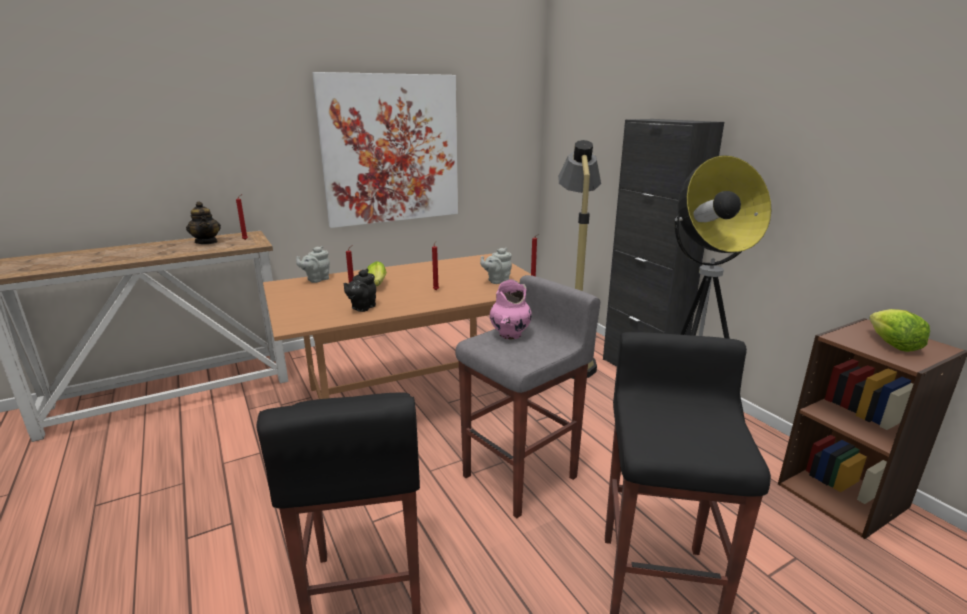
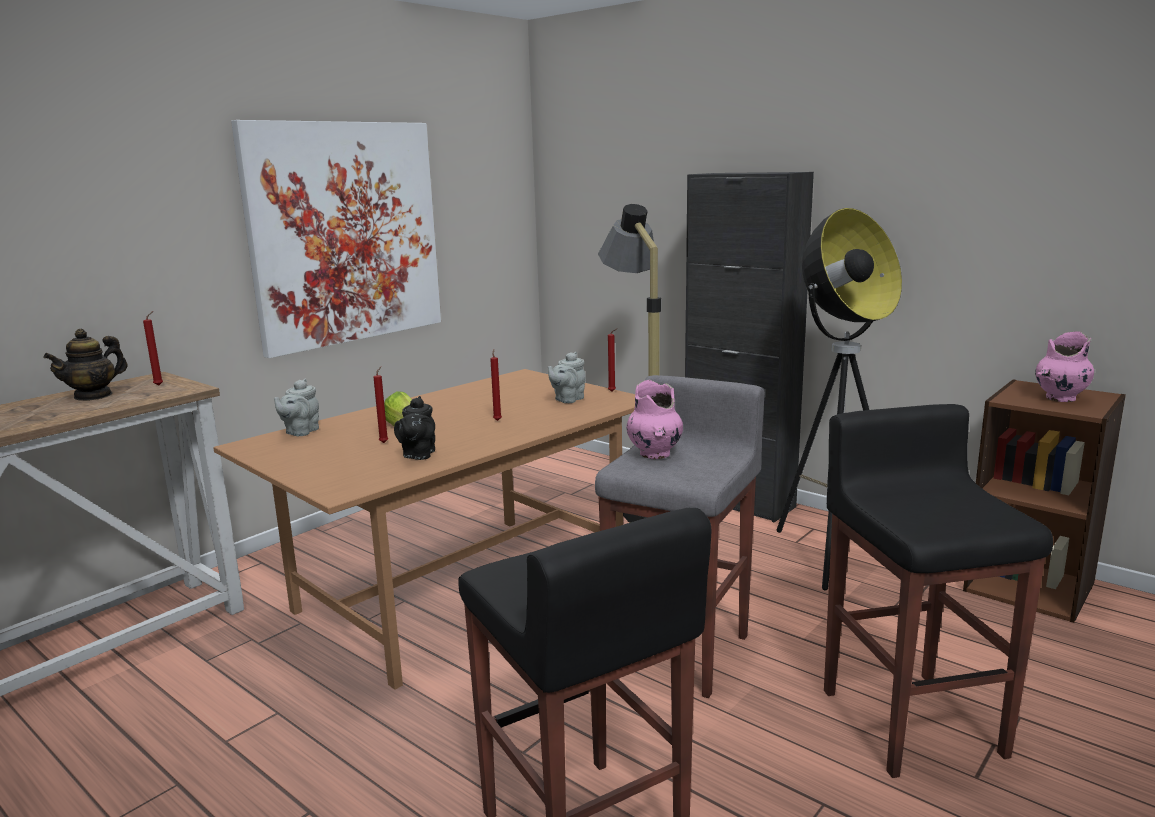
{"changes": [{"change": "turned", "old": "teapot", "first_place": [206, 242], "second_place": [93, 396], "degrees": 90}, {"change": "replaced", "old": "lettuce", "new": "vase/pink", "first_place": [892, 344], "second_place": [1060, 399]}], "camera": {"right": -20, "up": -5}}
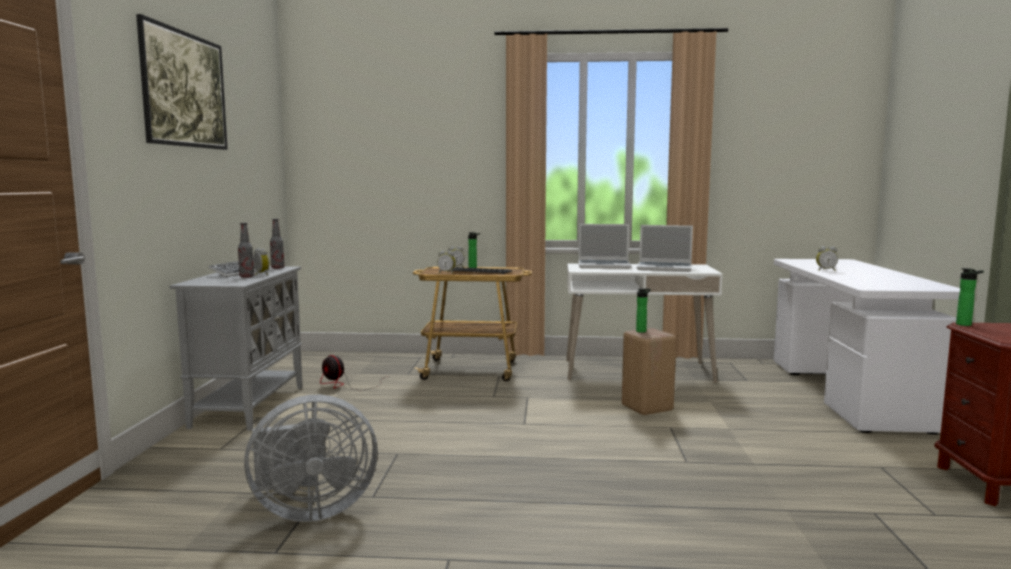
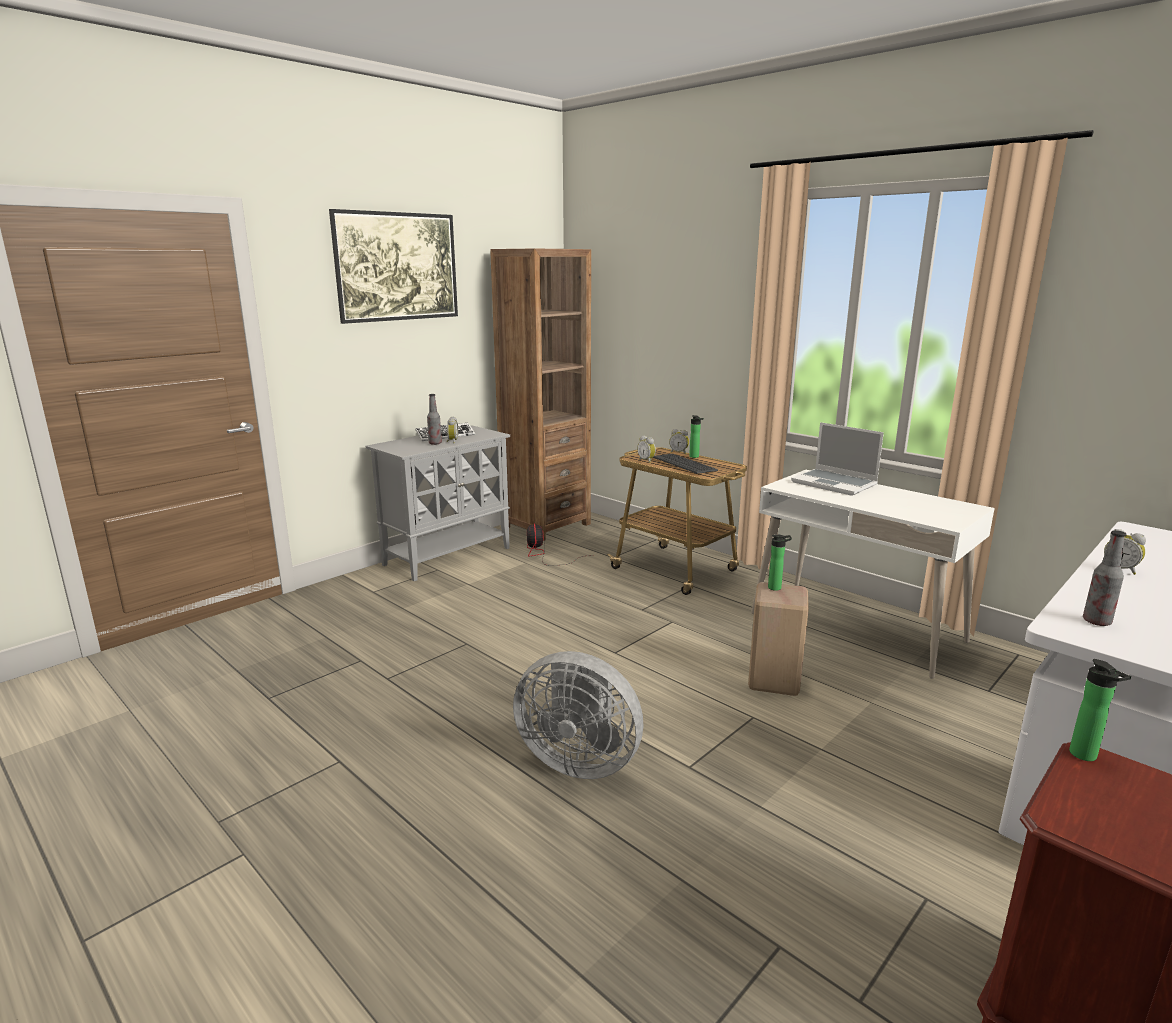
{"changes": [{"change": "moved", "old": "fan/grey", "first_place": [309, 511], "second_place": [579, 760]}, {"change": "moved", "old": "bottle", "first_place": [277, 268], "second_place": [1096, 622]}, {"change": "removed", "old": "laptop", "first_place": [665, 268]}, {"change": "added", "new": "bookcase/brown", "second_place": [546, 525]}], "camera": {"right": 40, "up": 10}}
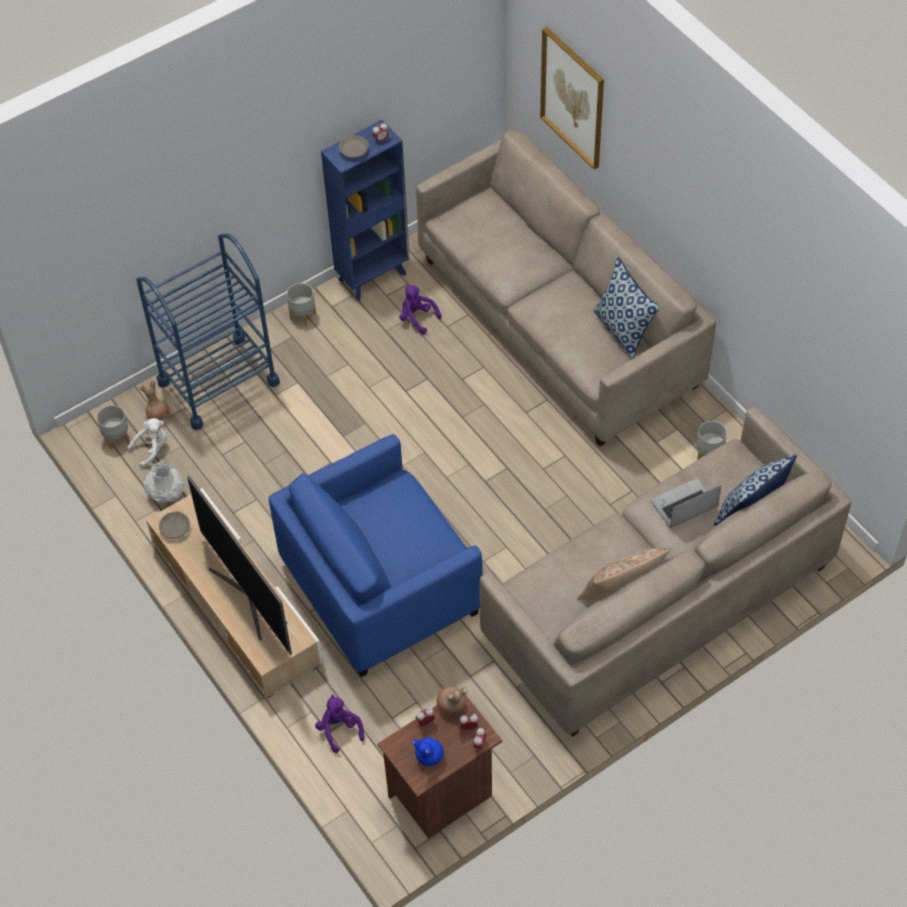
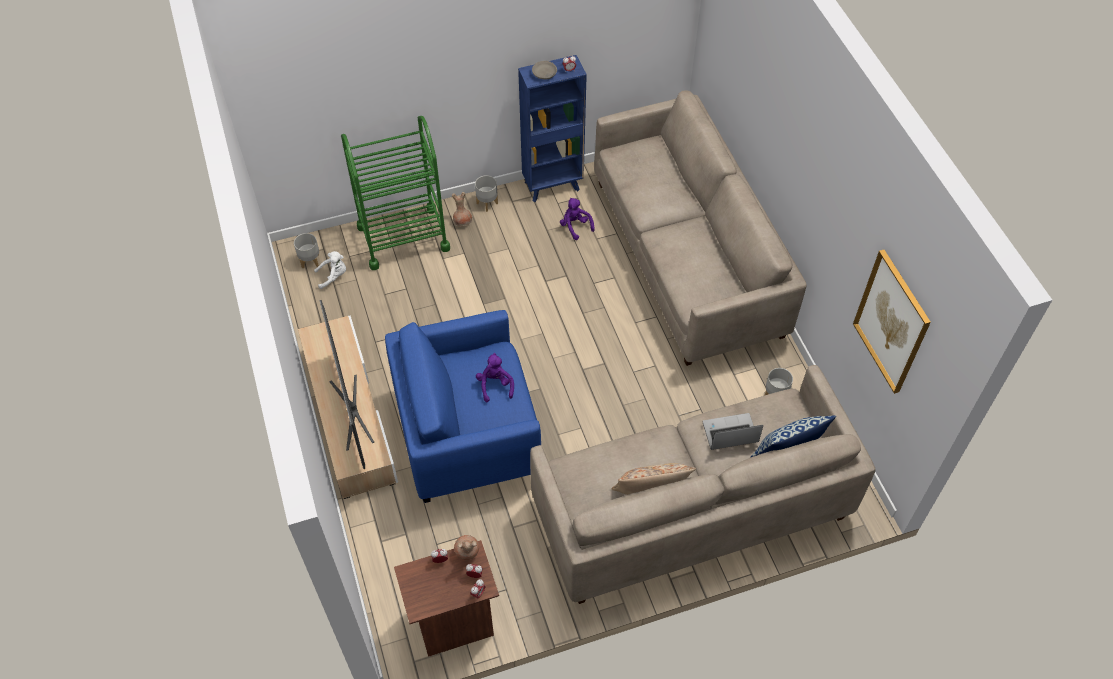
{"changes": [{"change": "recoloured", "old": "cart/blue", "new": "cart/green", "first_place": [218, 382], "second_place": [403, 238]}, {"change": "moved", "old": "vase/brown", "first_place": [159, 415], "second_place": [463, 222]}, {"change": "removed", "old": "vase/white", "first_place": [166, 494]}, {"change": "removed", "old": "bowl/grey", "first_place": [175, 528]}, {"change": "moved", "old": "plush toy/purple", "first_place": [339, 730], "second_place": [495, 385]}, {"change": "removed", "old": "vase/blue", "first_place": [428, 757]}, {"change": "moved", "old": "picture", "first_place": [573, 98], "second_place": [891, 322]}, {"change": "removed", "old": "pillow", "first_place": [623, 331]}], "camera": {"right": 15, "up": 0}}
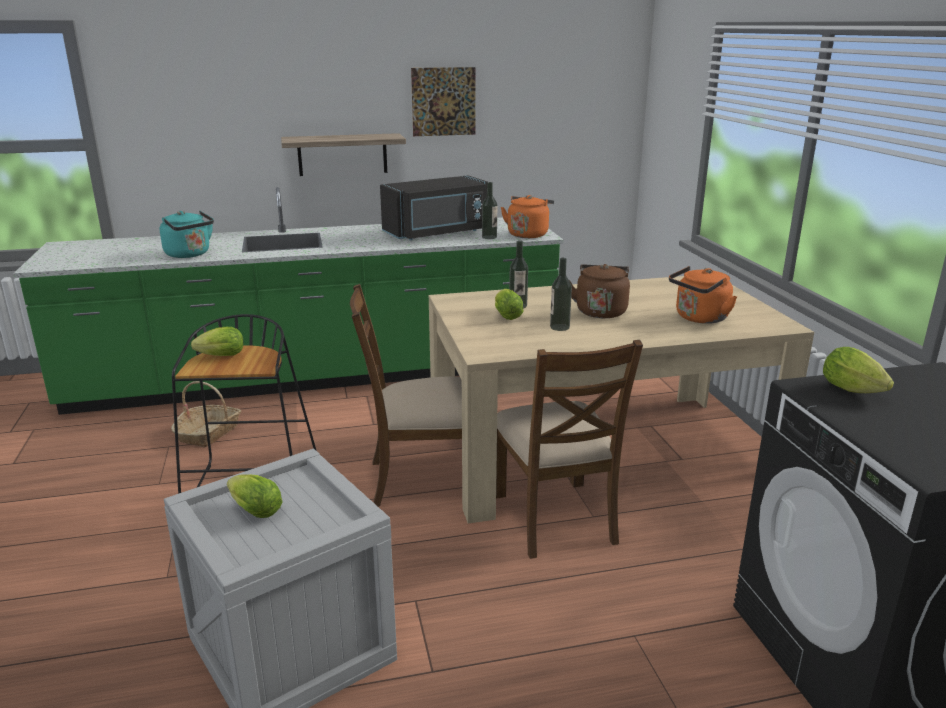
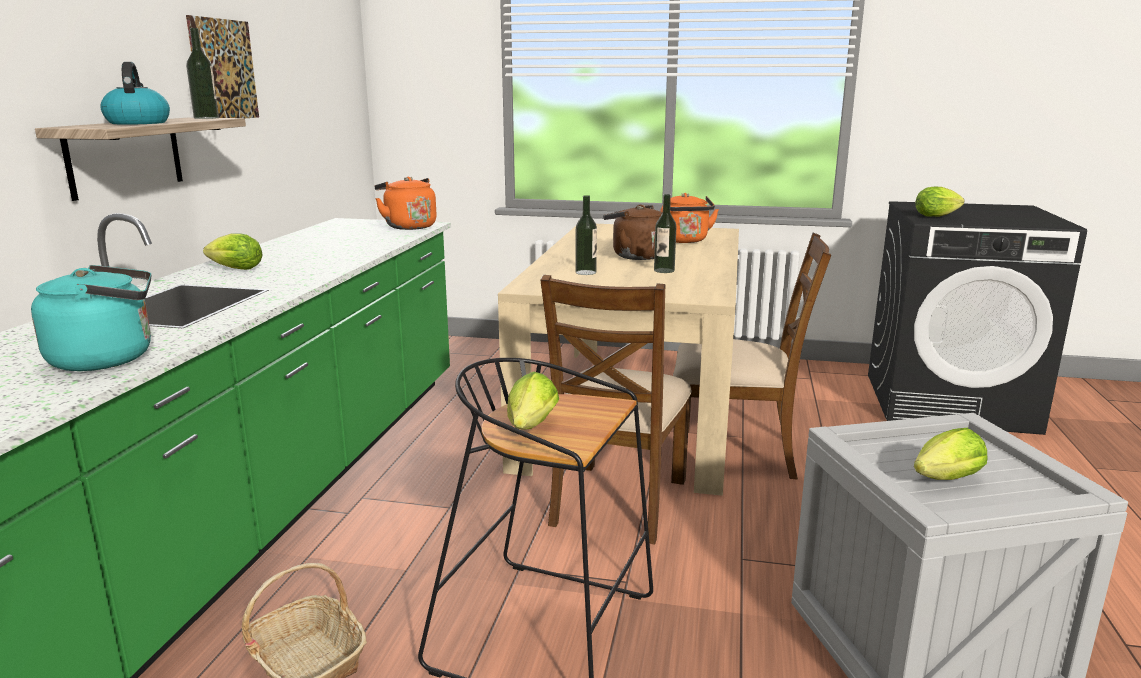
{"changes": [{"change": "removed", "old": "microwave/black", "first_place": [437, 233]}, {"change": "moved", "old": "bottle", "first_place": [489, 237], "second_place": [206, 118]}, {"change": "moved", "old": "lettuce", "first_place": [506, 315], "second_place": [233, 269]}, {"change": "added", "new": "kettle", "second_place": [138, 123]}], "camera": {"right": -65, "up": -5}}
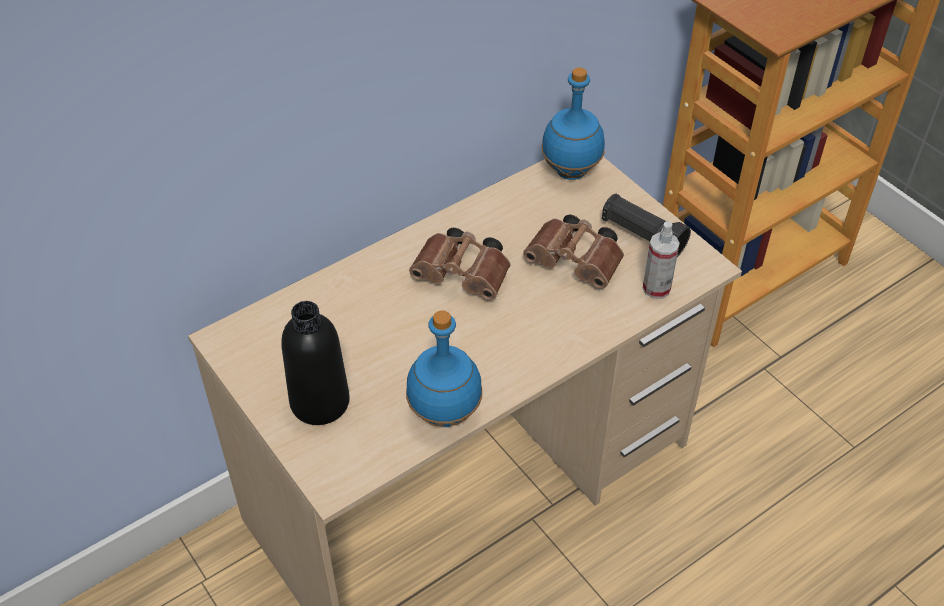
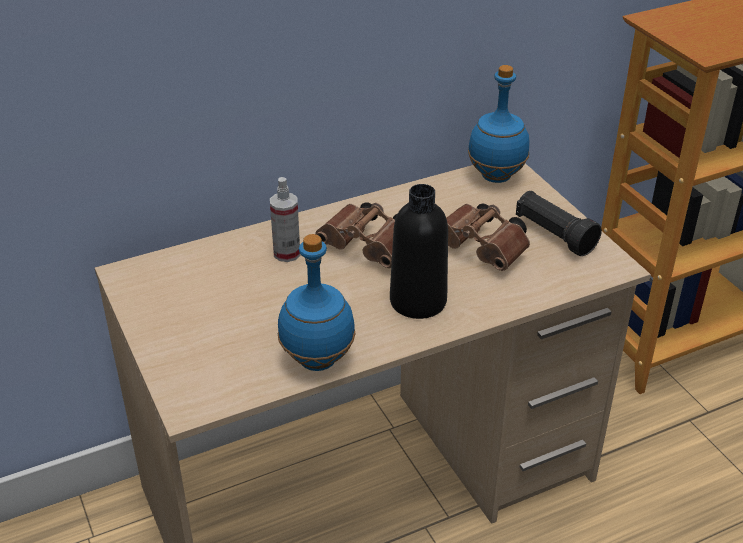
{"changes": [{"change": "moved", "old": "bottle/black", "first_place": [320, 402], "second_place": [418, 301]}, {"change": "moved", "old": "spray bottle", "first_place": [656, 288], "second_place": [287, 253]}], "camera": {"right": 10, "up": -10}}
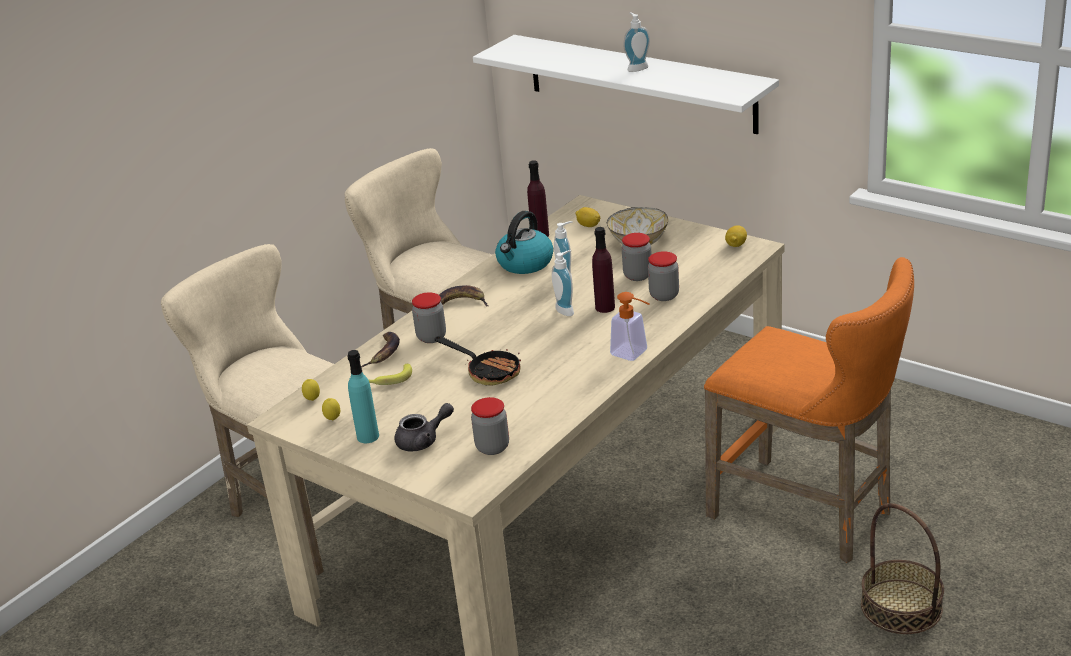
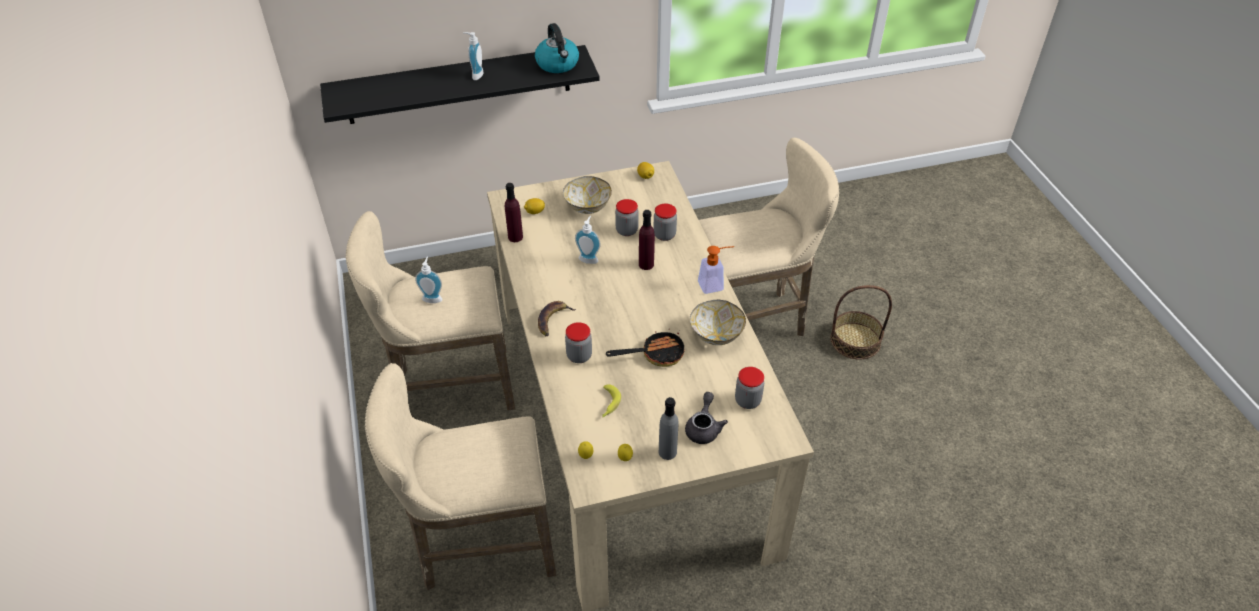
{"changes": [{"change": "recoloured", "old": "bottle/turquoise", "new": "bottle/grey", "first_place": [368, 436], "second_place": [667, 452]}, {"change": "removed", "old": "banana", "first_place": [384, 353]}, {"change": "recoloured", "old": "shelf/white", "new": "shelf/black", "first_place": [640, 83], "second_place": [459, 85]}, {"change": "moved", "old": "kettle", "first_place": [525, 264], "second_place": [558, 64]}, {"change": "moved", "old": "soap dispenser", "first_place": [567, 309], "second_place": [432, 298]}, {"change": "recoloured", "old": "stool/orange", "new": "stool/beige", "first_place": [809, 515], "second_place": [751, 321]}, {"change": "added", "new": "bowl", "second_place": [715, 335]}], "camera": {"right": -55, "up": 15}}
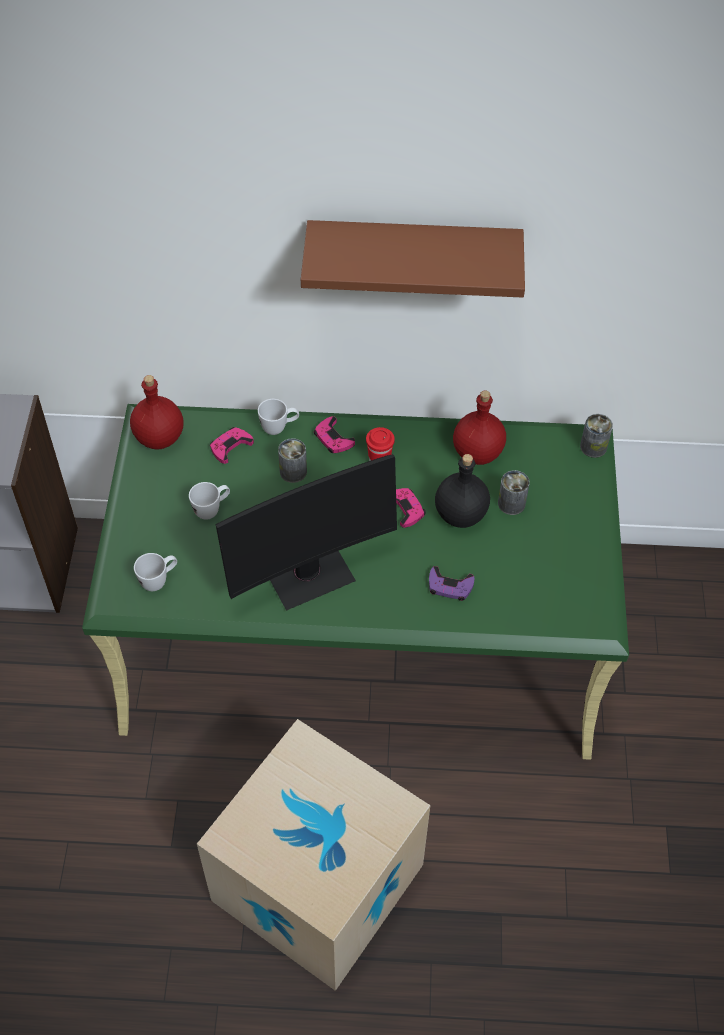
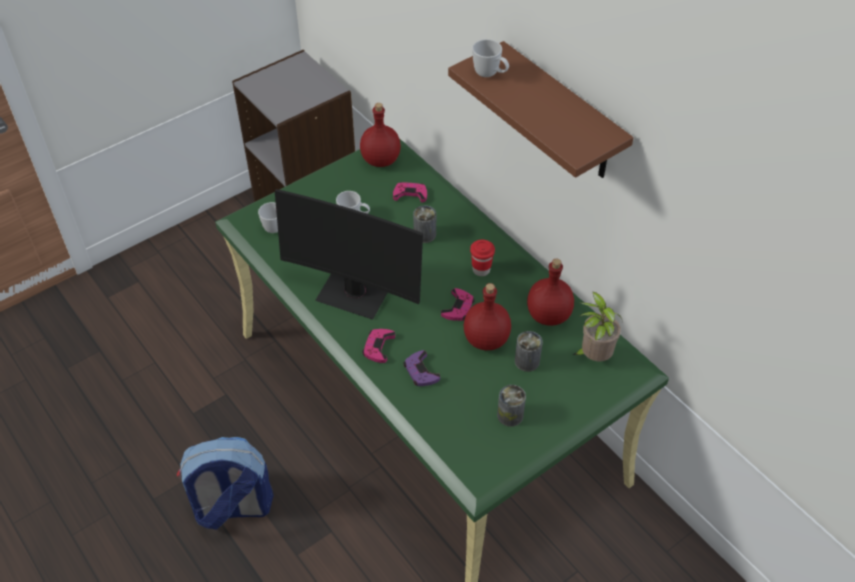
{"changes": [{"change": "replaced", "old": "cardboard box", "new": "backpack", "first_place": [318, 882], "second_place": [232, 507]}, {"change": "moved", "old": "mug/white", "first_place": [279, 427], "second_place": [490, 75]}, {"change": "moved", "old": "game controller/pink", "first_place": [333, 438], "second_place": [378, 347]}, {"change": "recoloured", "old": "bottle/black", "new": "bottle/red", "first_place": [461, 515], "second_place": [486, 340]}, {"change": "moved", "old": "can", "first_place": [593, 447], "second_place": [510, 415]}, {"change": "added", "new": "potted plant", "second_place": [593, 356]}], "camera": {"right": 50, "up": -5}}
